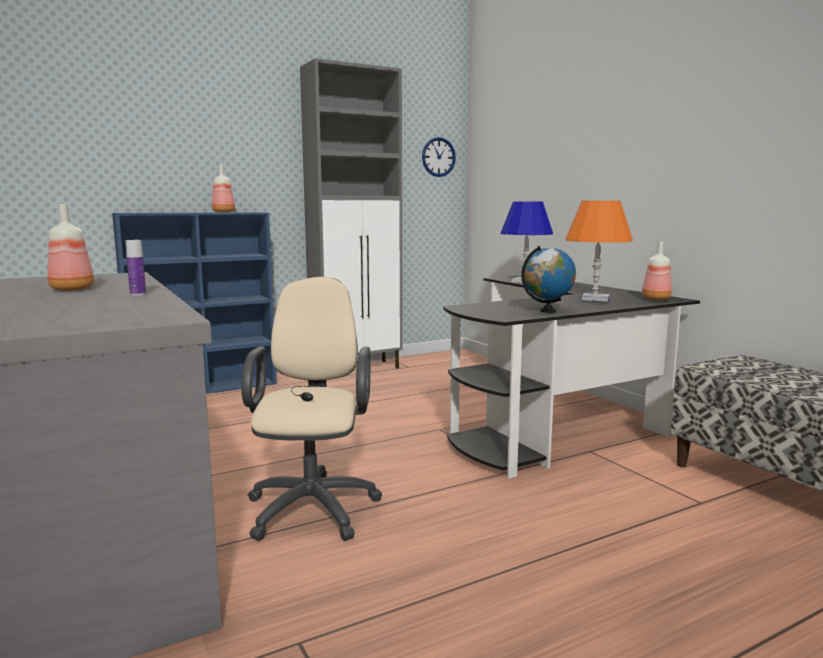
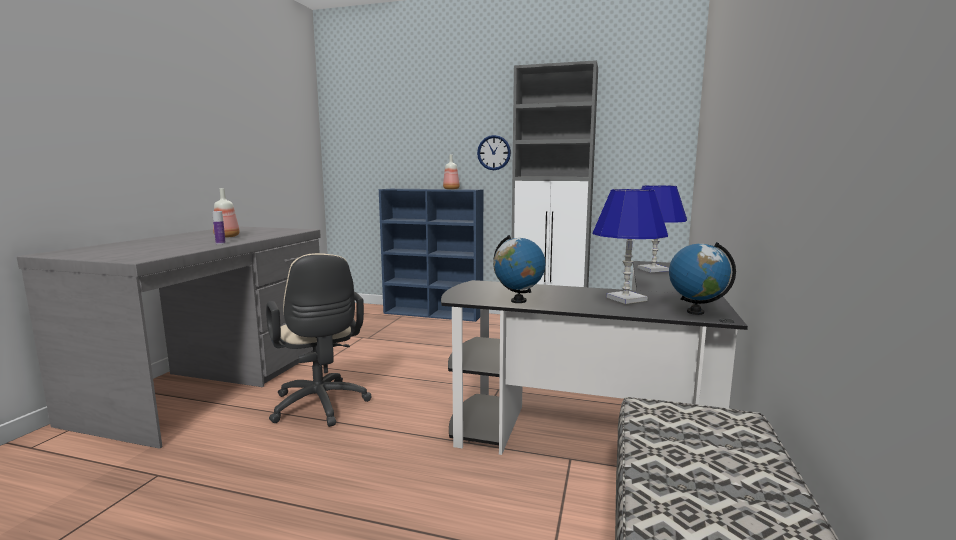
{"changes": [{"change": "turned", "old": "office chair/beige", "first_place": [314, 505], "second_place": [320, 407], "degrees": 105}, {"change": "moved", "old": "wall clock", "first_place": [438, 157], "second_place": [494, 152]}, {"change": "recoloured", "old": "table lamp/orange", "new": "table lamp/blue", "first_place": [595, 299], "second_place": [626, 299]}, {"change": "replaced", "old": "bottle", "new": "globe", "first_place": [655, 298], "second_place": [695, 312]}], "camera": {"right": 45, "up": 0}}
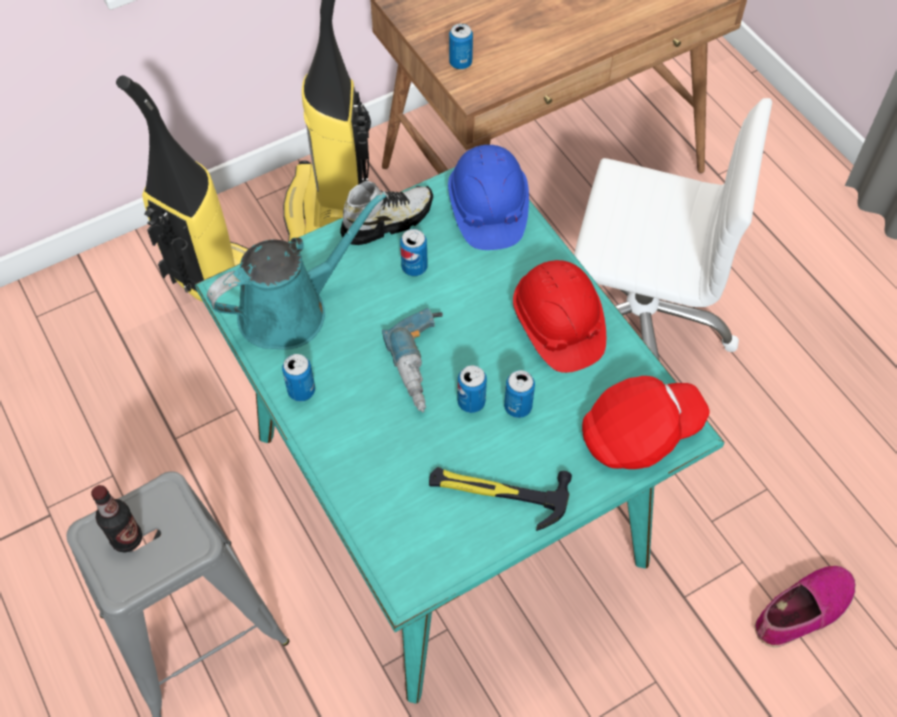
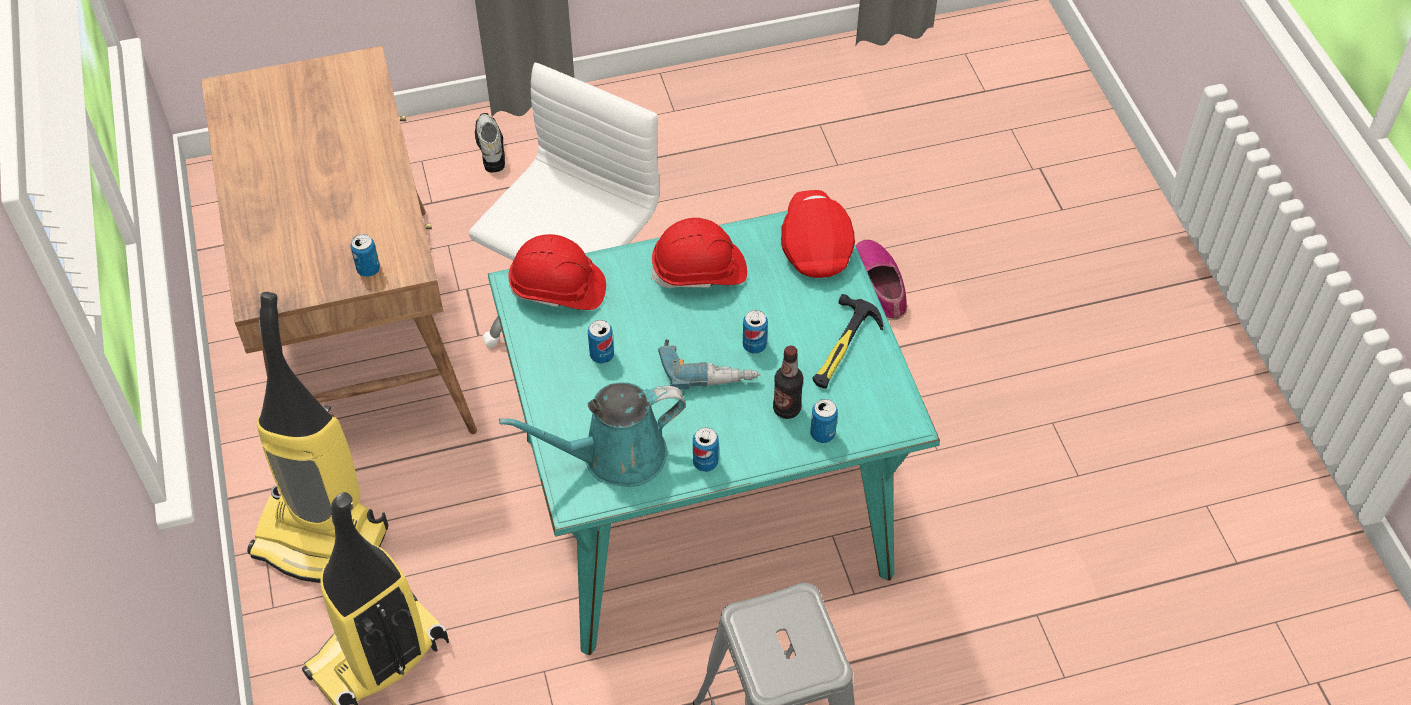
{"changes": [{"change": "moved", "old": "bottle", "first_place": [127, 539], "second_place": [786, 409]}, {"change": "turned", "old": "watering can/turquoise", "first_place": [291, 310], "second_place": [615, 456], "degrees": -90}, {"change": "moved", "old": "shoe", "first_place": [387, 221], "second_place": [490, 148]}, {"change": "recoloured", "old": "hard hat/blue", "new": "hard hat/red", "first_place": [487, 210], "second_place": [558, 289]}, {"change": "moved", "old": "can", "first_place": [518, 407], "second_place": [822, 434]}], "camera": {"right": -75, "up": -5}}
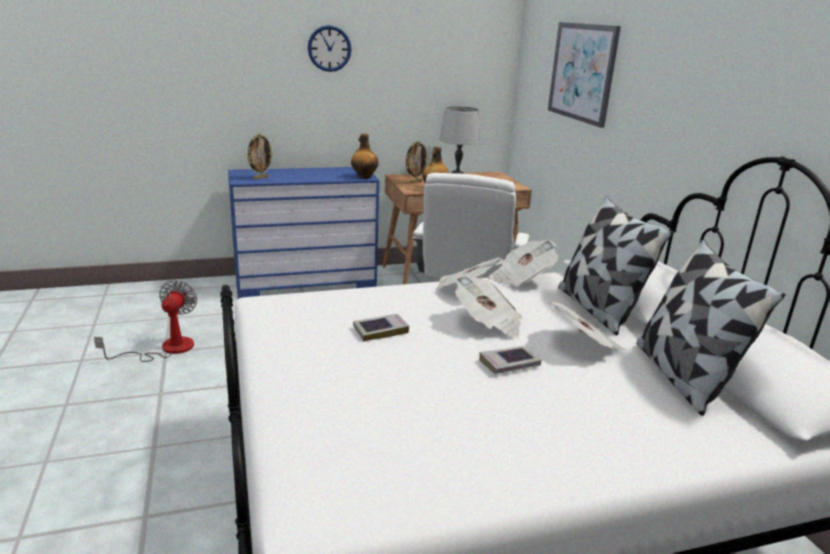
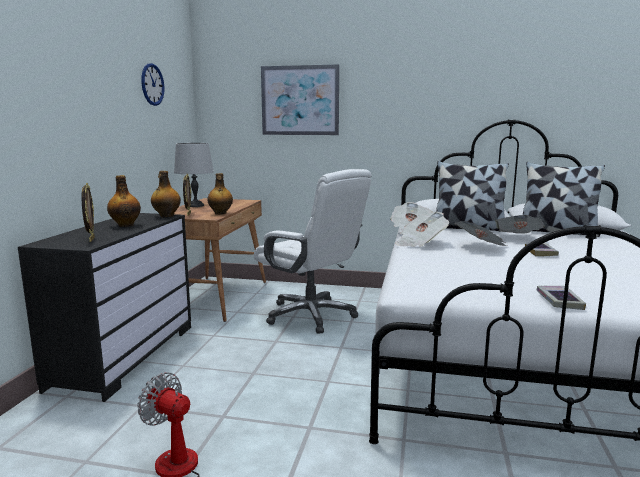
{"changes": [{"change": "recoloured", "old": "dresser/blue", "new": "dresser/black", "first_place": [306, 281], "second_place": [125, 355]}, {"change": "moved", "old": "wall clock", "first_place": [329, 48], "second_place": [152, 84]}, {"change": "moved", "old": "book", "first_place": [380, 330], "second_place": [559, 301]}, {"change": "added", "new": "bottle", "second_place": [126, 225]}], "camera": {"right": -60, "up": -10}}
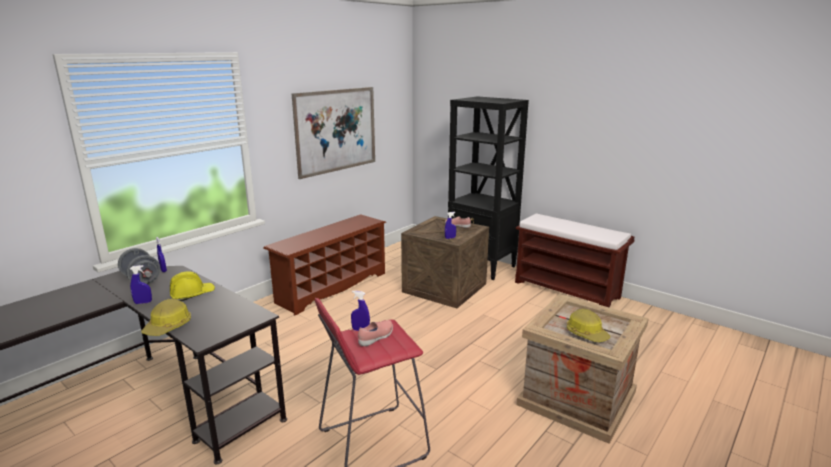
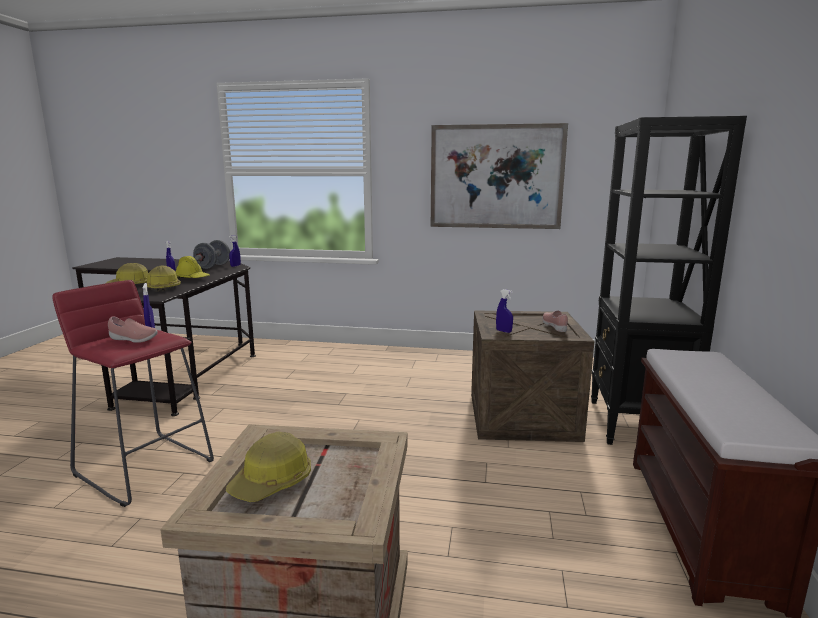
{"changes": [{"change": "removed", "old": "shoe rack/brown", "first_place": [331, 287]}, {"change": "added", "new": "hard hat", "second_place": [164, 287]}], "camera": {"right": 60, "up": -5}}
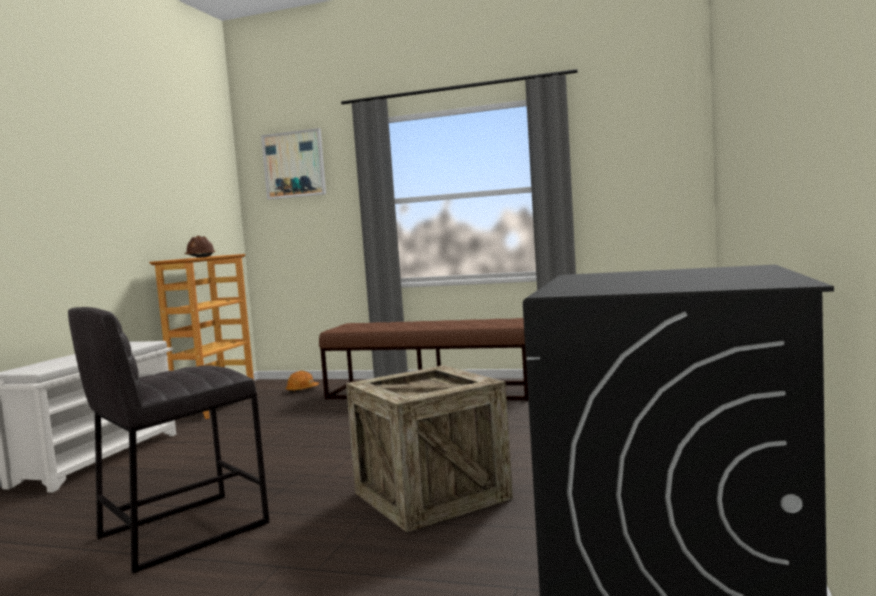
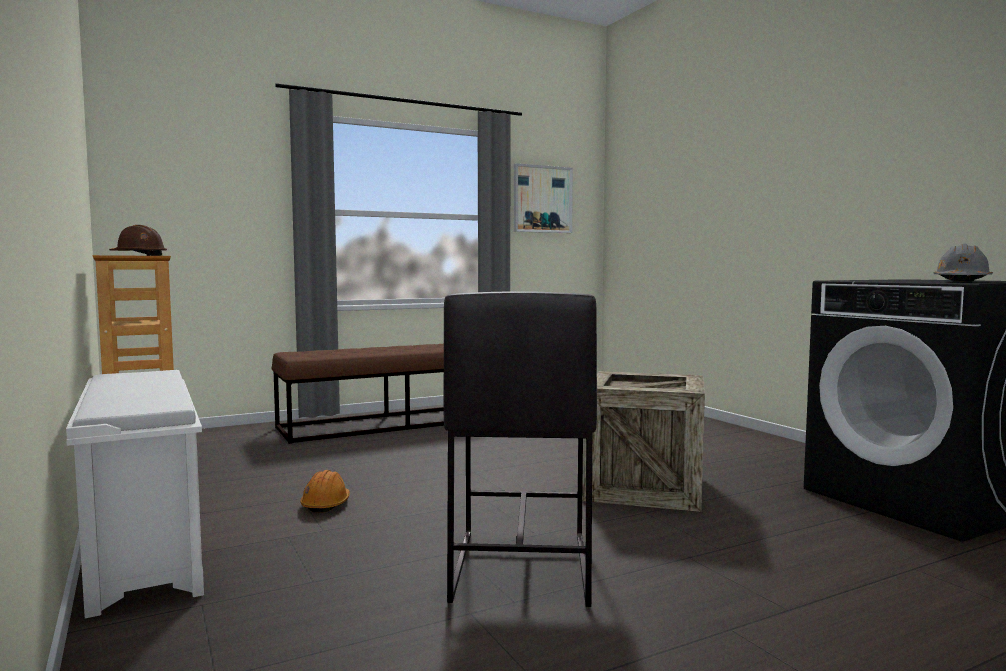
{"changes": [{"change": "moved", "old": "picture", "first_place": [294, 164], "second_place": [542, 199]}, {"change": "moved", "old": "hard hat/orange", "first_place": [302, 390], "second_place": [326, 504]}, {"change": "added", "new": "hard hat/grey", "second_place": [962, 281]}], "camera": {"right": -45, "up": 0}}
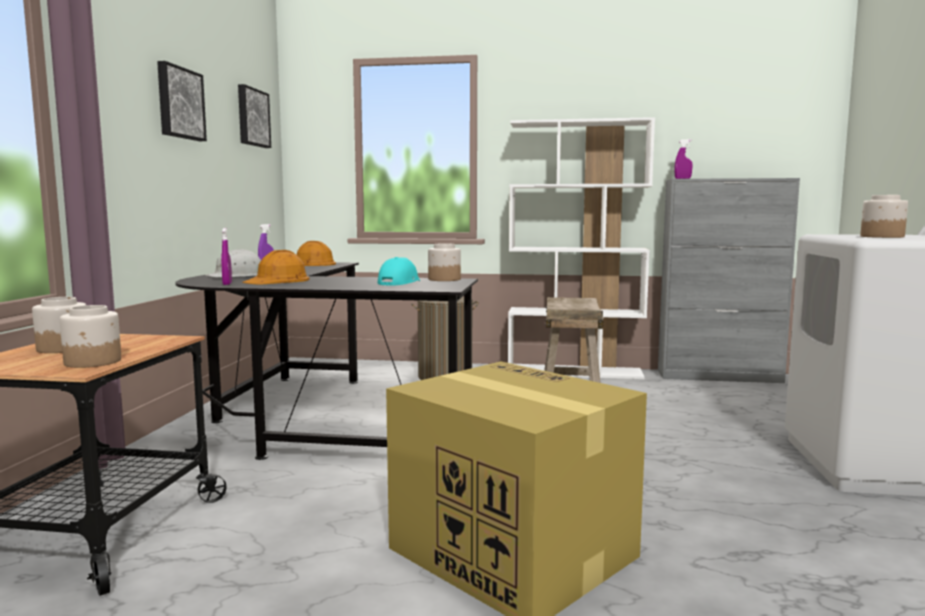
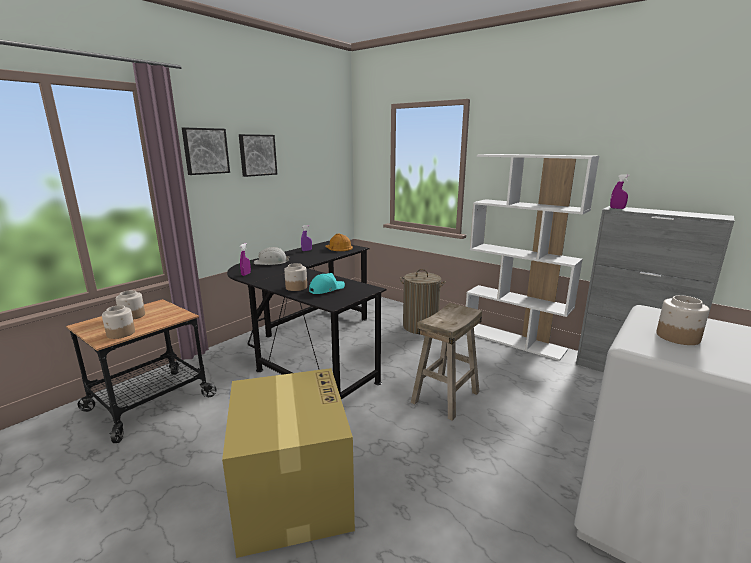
{"changes": [{"change": "moved", "old": "picture", "first_place": [252, 117], "second_place": [205, 151]}, {"change": "removed", "old": "hard hat/orange", "first_place": [278, 280]}, {"change": "moved", "old": "jar", "first_place": [444, 279], "second_place": [296, 287]}], "camera": {"right": 30, "up": 10}}
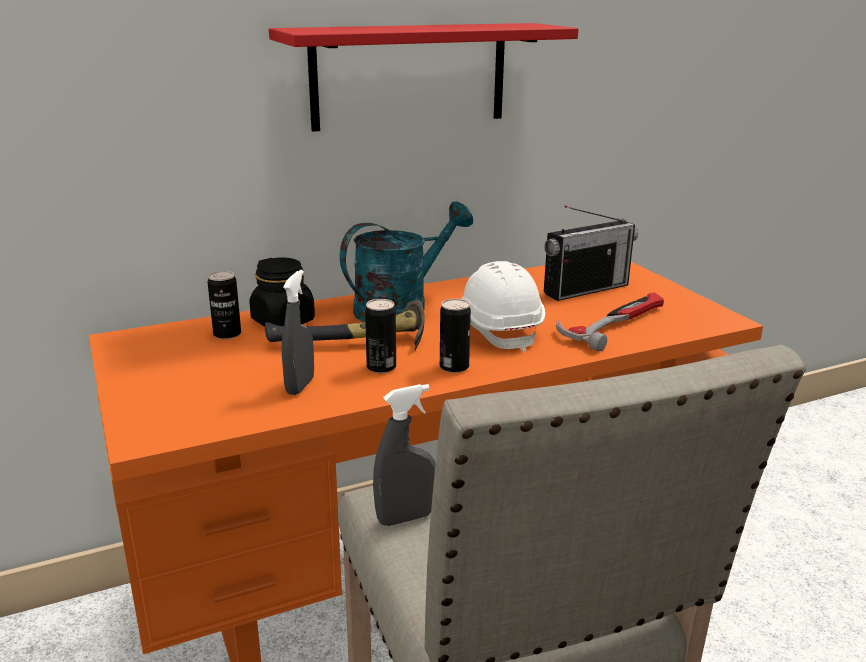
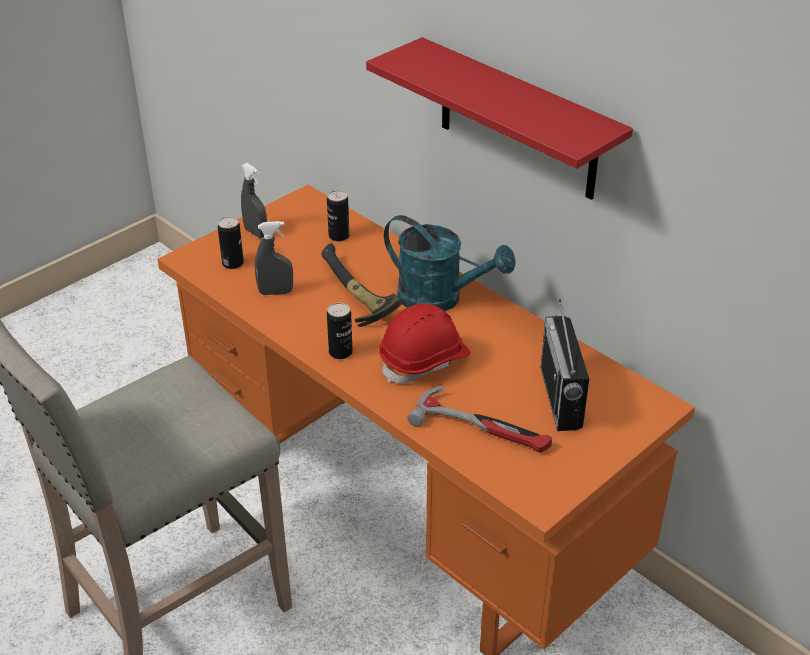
{"changes": [{"change": "removed", "old": "jar/black", "first_place": [283, 321]}, {"change": "moved", "old": "can", "first_place": [381, 367], "second_place": [233, 263]}, {"change": "moved", "old": "spray bottle/grey", "first_place": [405, 518], "second_place": [256, 233]}, {"change": "recoloured", "old": "hard hat/white", "new": "hard hat/red", "first_place": [498, 330], "second_place": [424, 361]}, {"change": "turned", "old": "radio", "first_place": [586, 289], "second_place": [560, 398], "degrees": 45}], "camera": {"right": 70, "up": 15}}
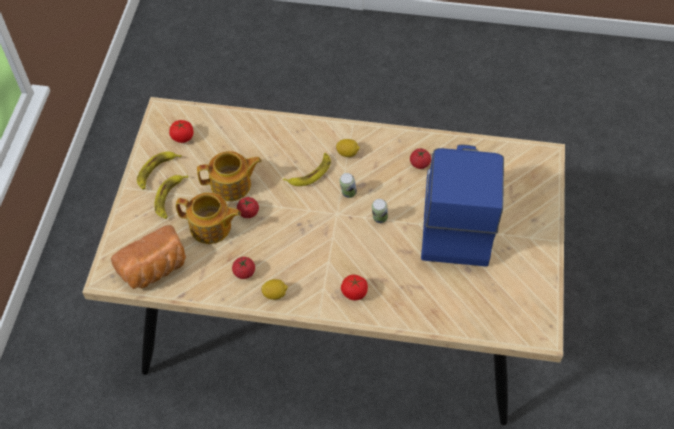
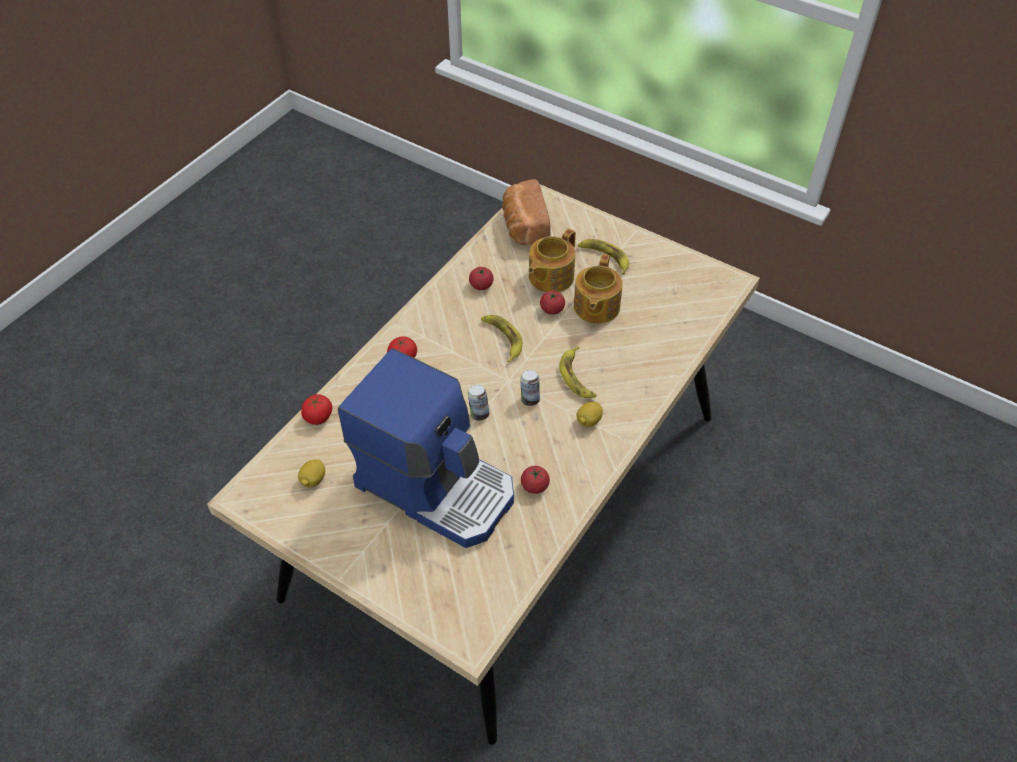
{"changes": [{"change": "moved", "old": "banana", "first_place": [156, 171], "second_place": [502, 338]}, {"change": "moved", "old": "tomato", "first_place": [182, 137], "second_place": [318, 417]}, {"change": "moved", "old": "lemon", "first_place": [275, 294], "second_place": [313, 480]}], "camera": {"right": 115, "up": -5}}
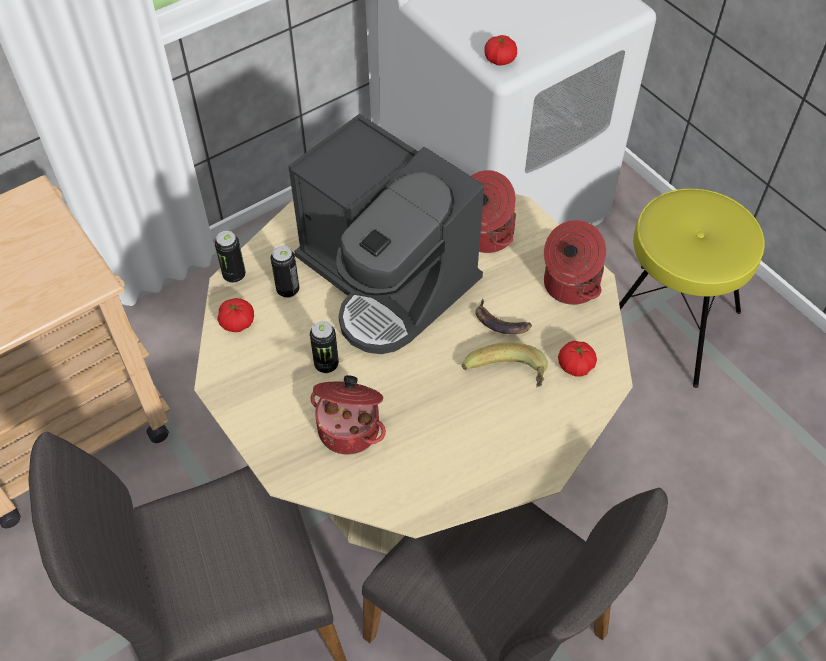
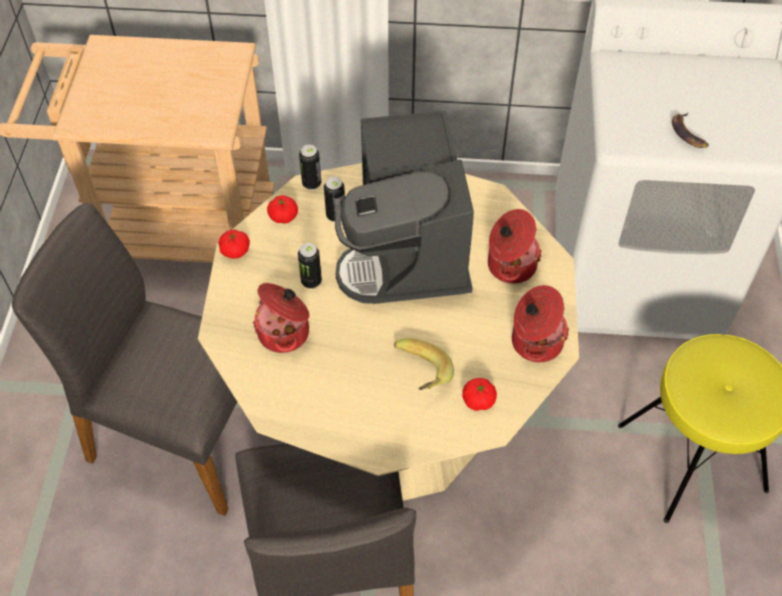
{"changes": [{"change": "moved", "old": "banana", "first_place": [501, 322], "second_place": [688, 133]}, {"change": "moved", "old": "tomato", "first_place": [500, 60], "second_place": [235, 251]}], "camera": {"right": 40, "up": 0}}
